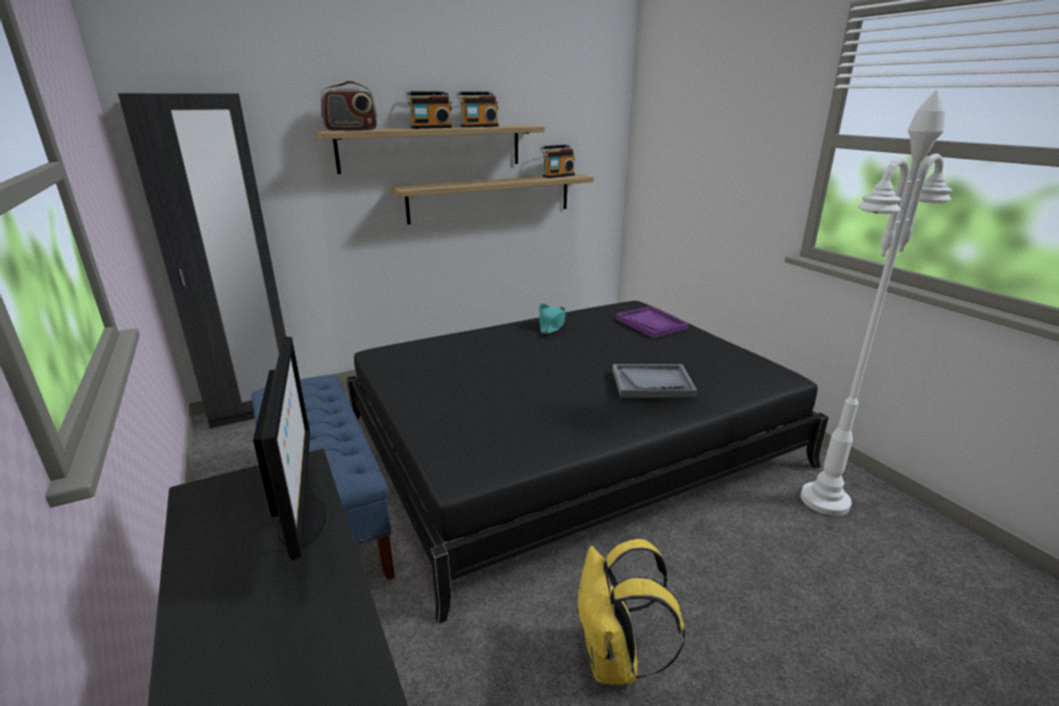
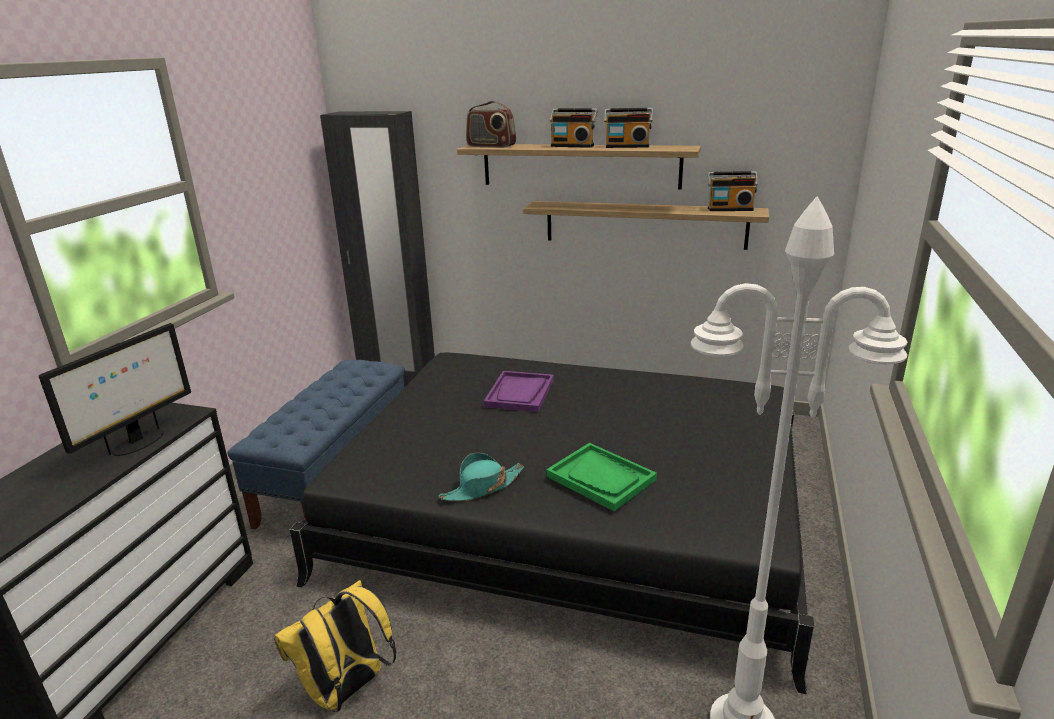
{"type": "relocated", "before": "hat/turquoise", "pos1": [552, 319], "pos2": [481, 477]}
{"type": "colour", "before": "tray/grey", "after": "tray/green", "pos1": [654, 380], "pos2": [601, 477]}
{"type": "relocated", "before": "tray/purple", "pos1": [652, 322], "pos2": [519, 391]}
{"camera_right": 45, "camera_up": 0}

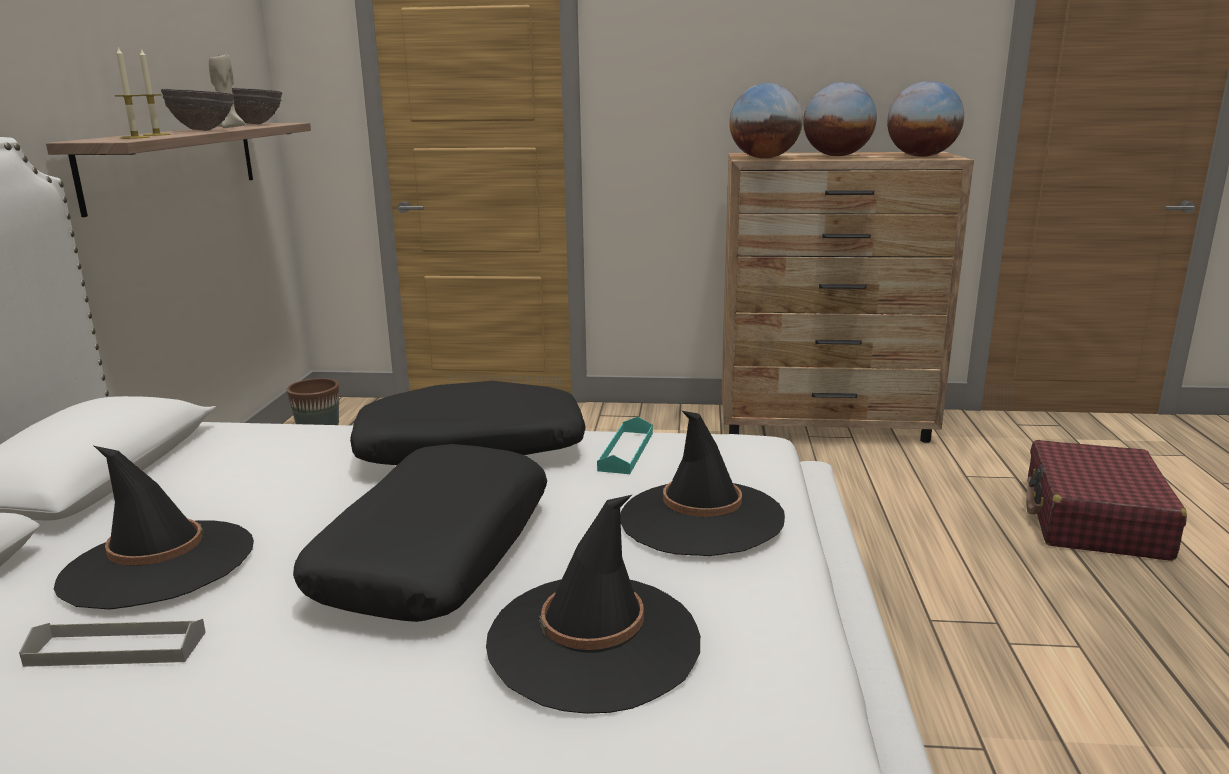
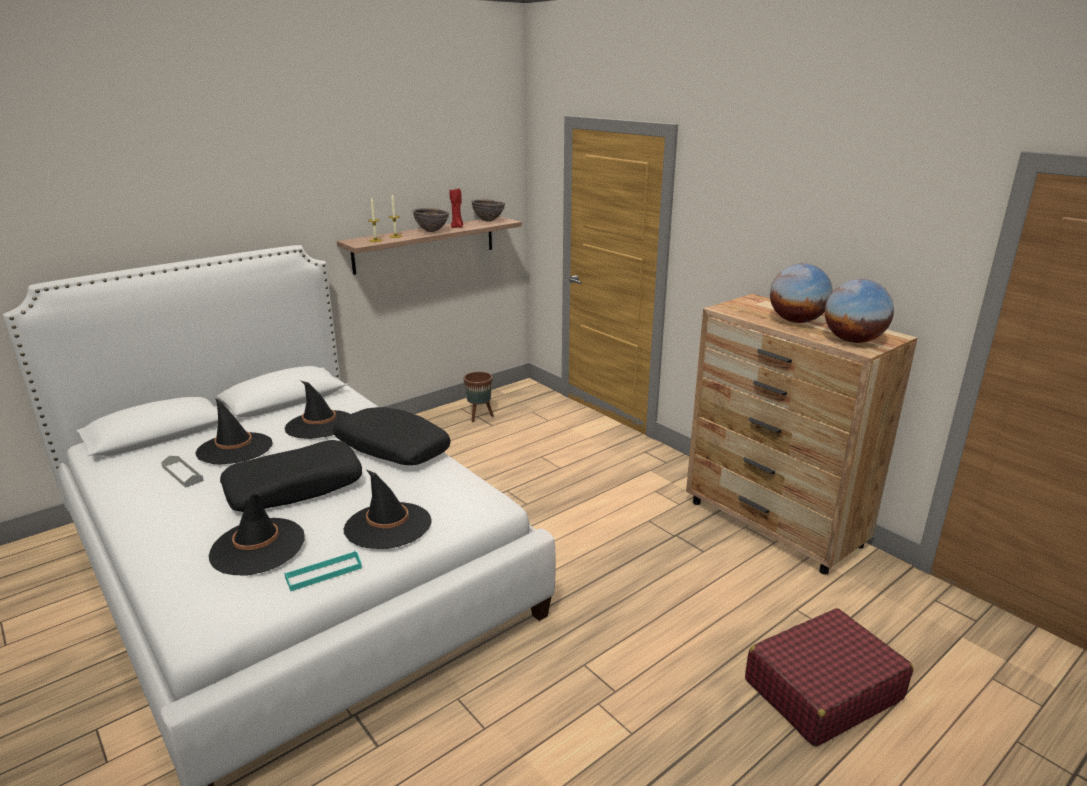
{"type": "colour", "before": "candle/beige", "after": "candle/red", "pos1": [227, 91], "pos2": [456, 208]}
{"type": "relocated", "before": "tray/turquoise", "pos1": [625, 445], "pos2": [323, 571]}
{"type": "missing", "before": "globe", "pos1": [766, 121]}
{"type": "appeared", "after": "hat/black", "pos2": [317, 410]}
{"camera_right": 45, "camera_up": 5}

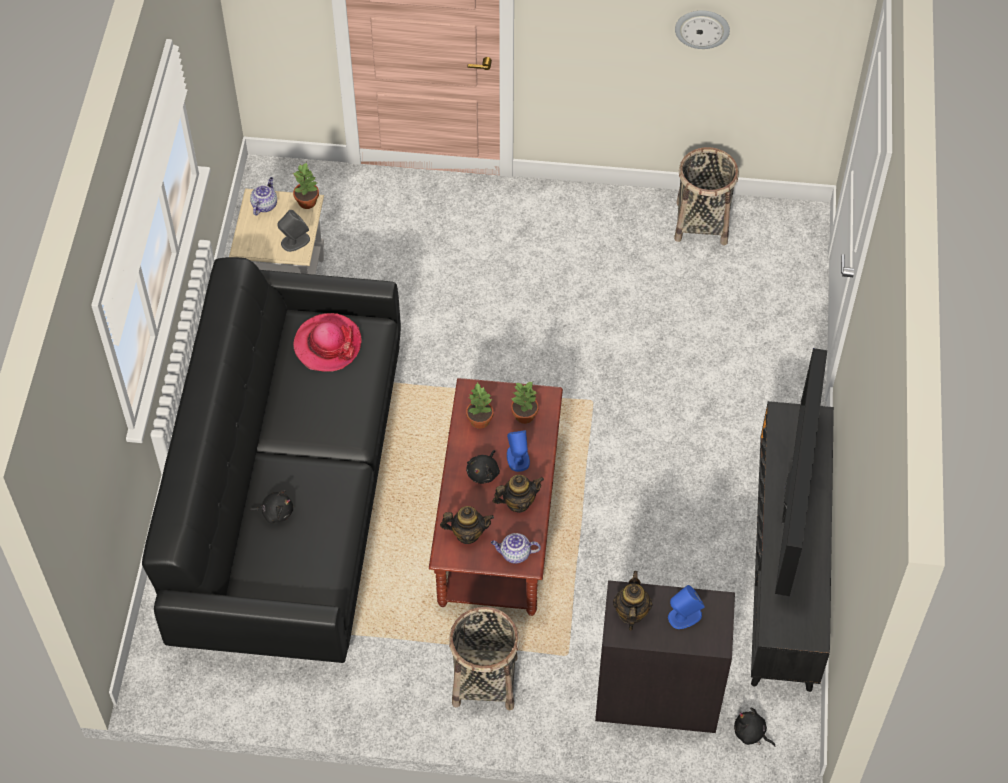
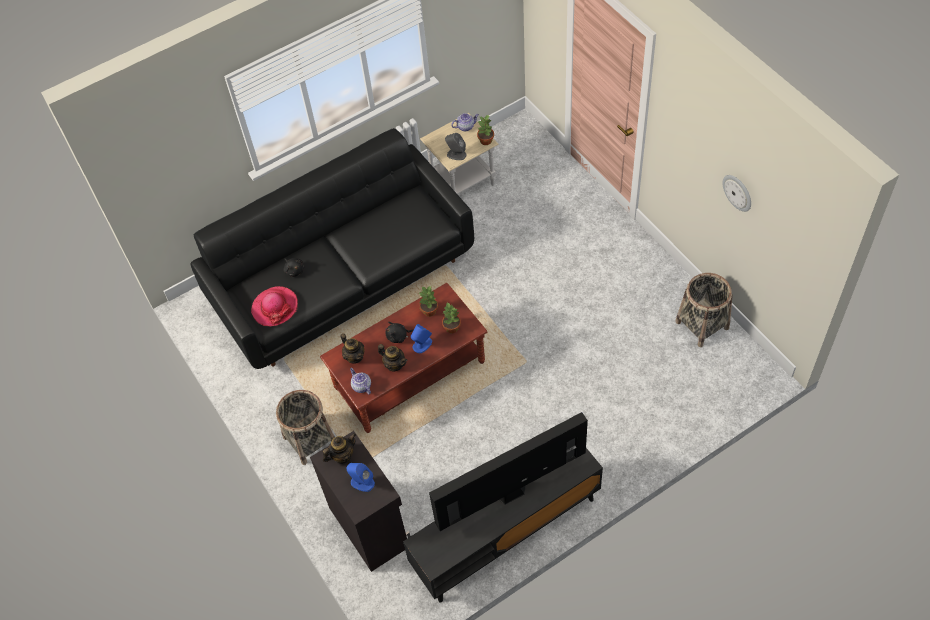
{"type": "relocated", "before": "hat", "pos1": [327, 342], "pos2": [274, 306]}
{"type": "missing", "before": "plush toy/black", "pos1": [754, 727]}
{"camera_right": 55, "camera_up": 0}

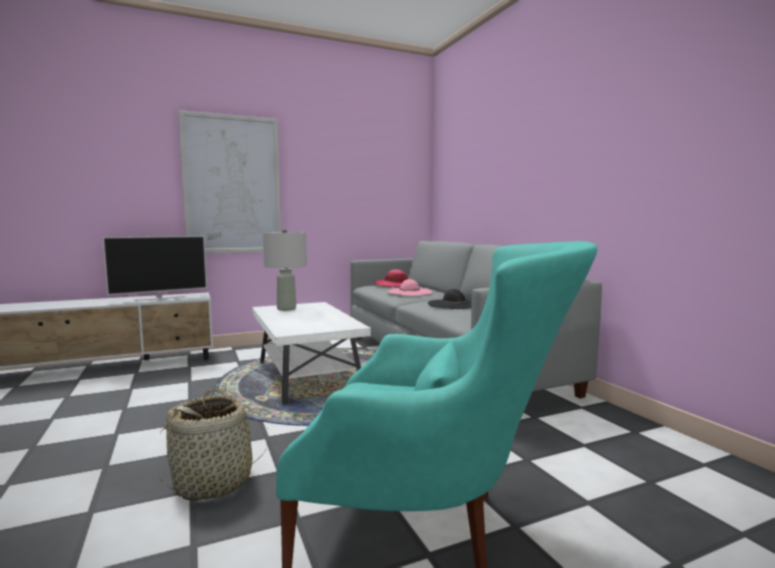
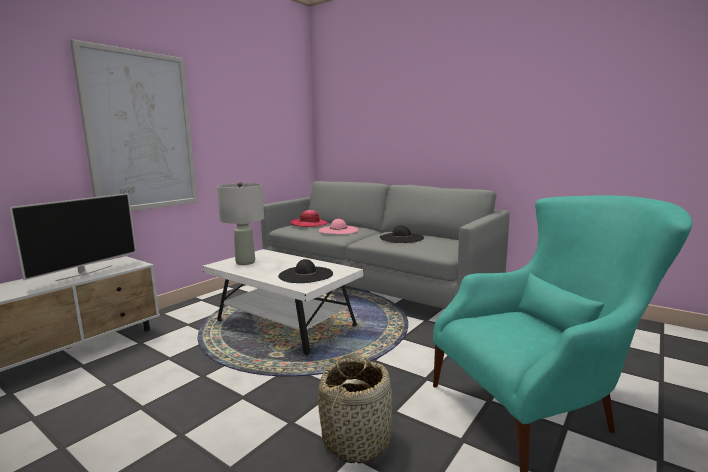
{"type": "appeared", "after": "hat/black", "pos2": [305, 271]}
{"camera_right": -30, "camera_up": 5}

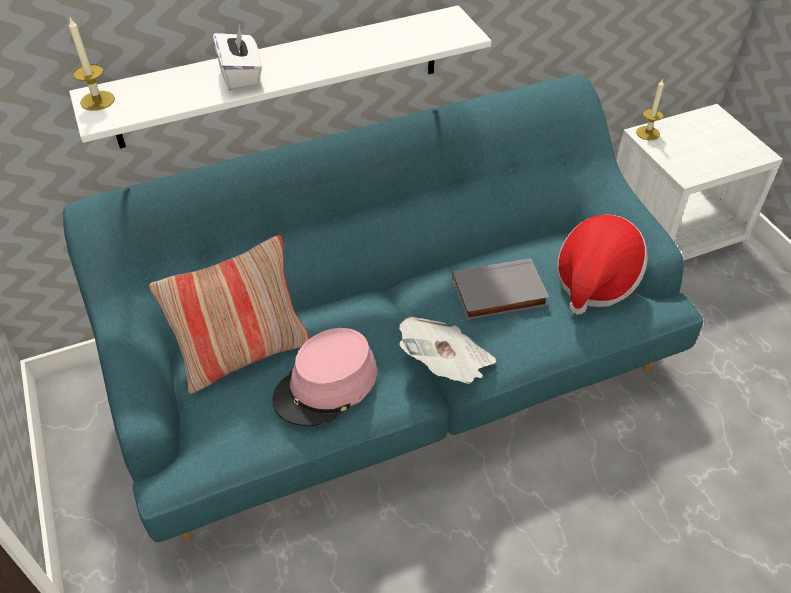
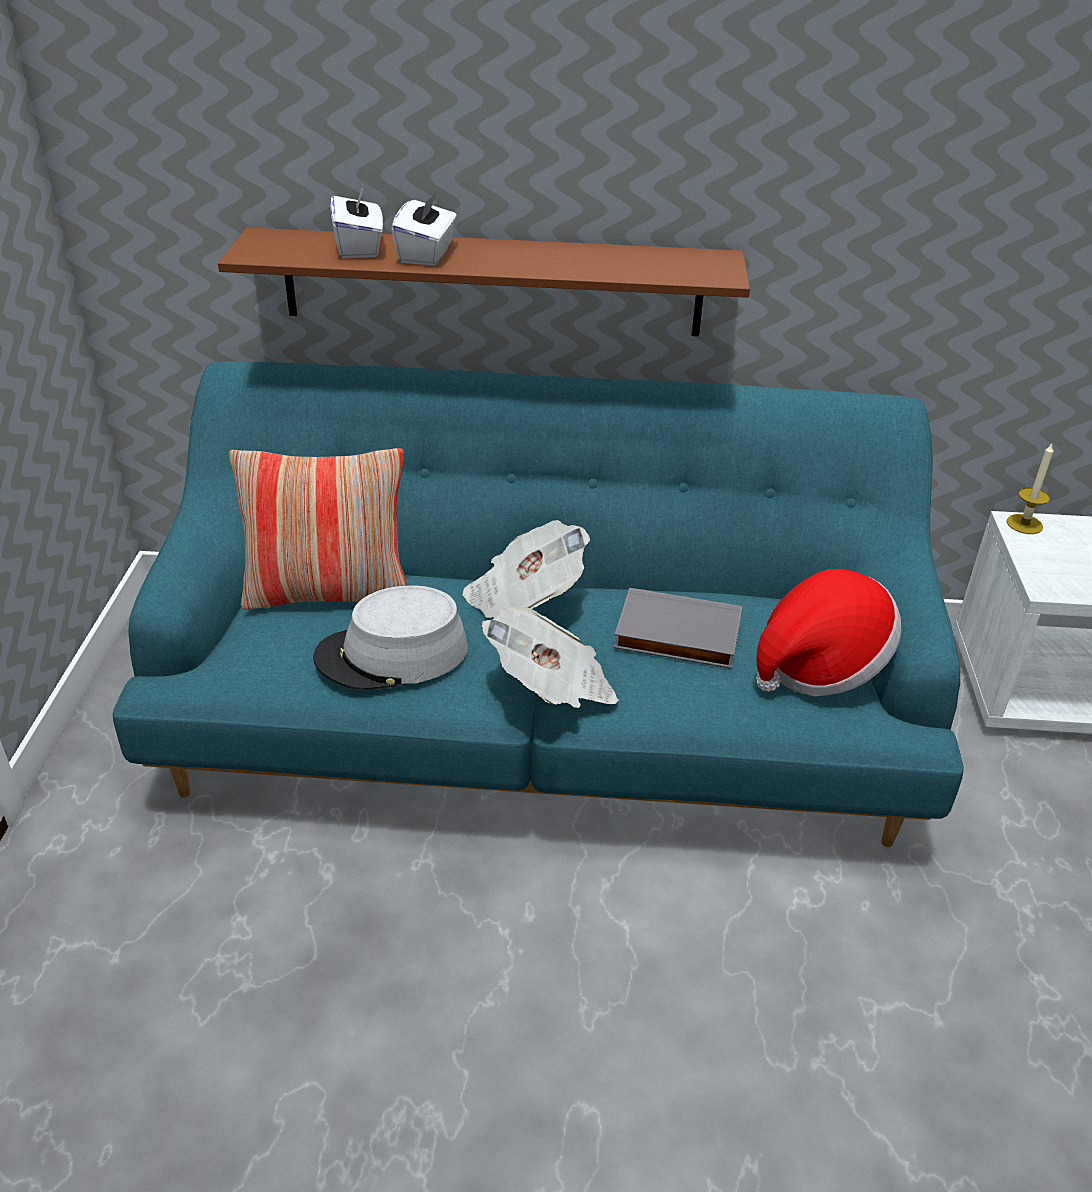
{"type": "colour", "before": "shelf/white", "after": "shelf/brown", "pos1": [280, 77], "pos2": [484, 281]}
{"type": "missing", "before": "candle", "pos1": [92, 64]}
{"type": "colour", "before": "hat/pink", "after": "hat/grey", "pos1": [324, 377], "pos2": [390, 637]}
{"type": "appeared", "after": "tissue box/white", "pos2": [356, 221]}
{"type": "appeared", "after": "newspaper", "pos2": [526, 569]}
{"camera_right": 25, "camera_up": -10}

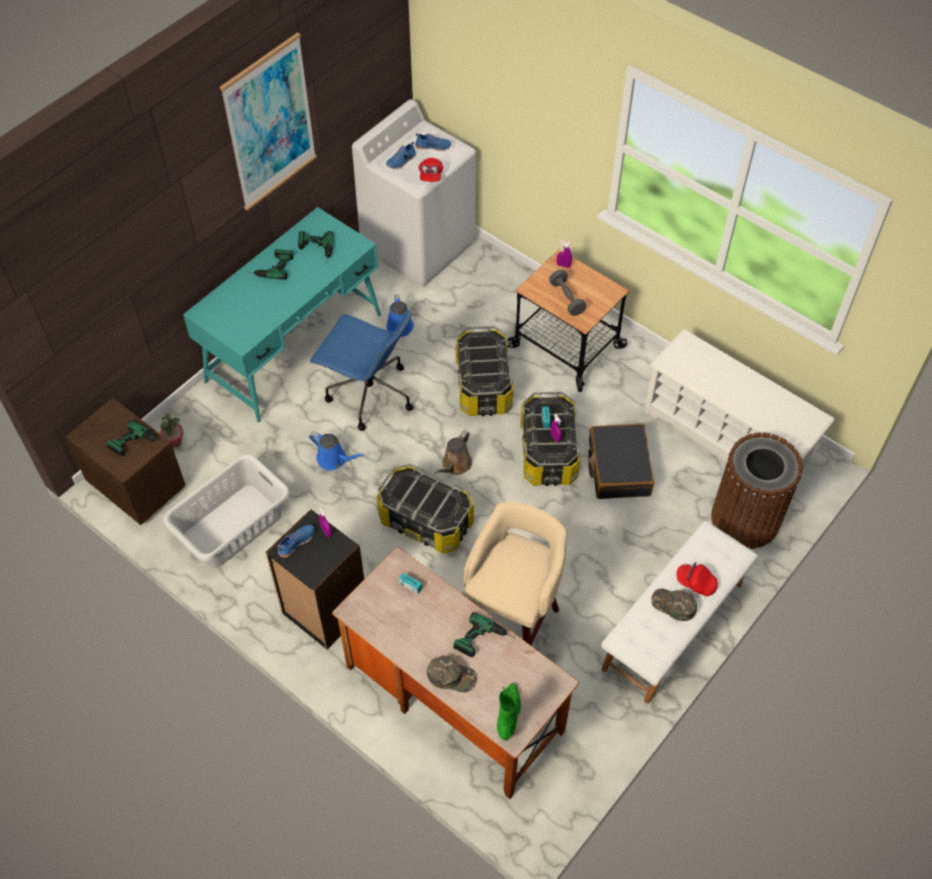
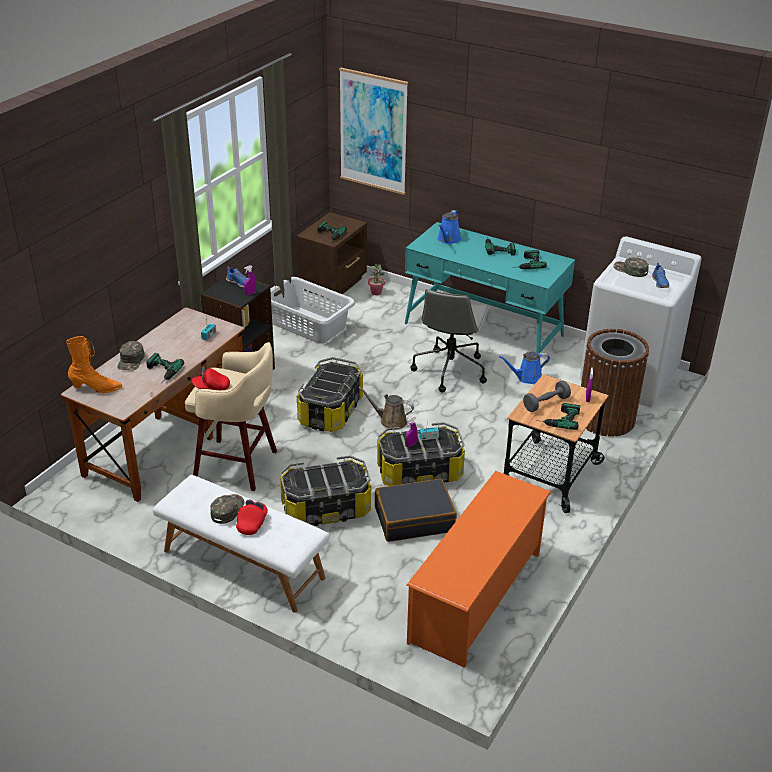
{"type": "relocated", "before": "picture", "pos1": [268, 121], "pos2": [373, 131]}
{"type": "relocated", "before": "watering can/blue", "pos1": [336, 451], "pos2": [449, 227]}
{"type": "colour", "before": "office chair/blue", "after": "office chair/grey", "pos1": [361, 370], "pos2": [449, 341]}
{"type": "exchanged", "before": "shoe/blue", "after": "cap/green", "pos1": [401, 155], "pos2": [631, 267]}
{"type": "relocated", "before": "cap/red", "pos1": [431, 170], "pos2": [211, 378]}
{"type": "relocated", "before": "storage box", "pos1": [484, 371], "pos2": [325, 490]}
{"type": "colour", "before": "boot/green", "after": "boot/orange", "pos1": [509, 712], "pos2": [94, 364]}
{"type": "colour", "before": "shoe rack/white", "after": "shoe rack/orange", "pos1": [739, 399], "pos2": [478, 569]}
{"type": "relocated", "before": "trash can/brown", "pos1": [757, 491], "pos2": [615, 383]}
{"type": "appeared", "after": "power drill", "pos2": [558, 416]}
{"camera_right": 80, "camera_up": -20}

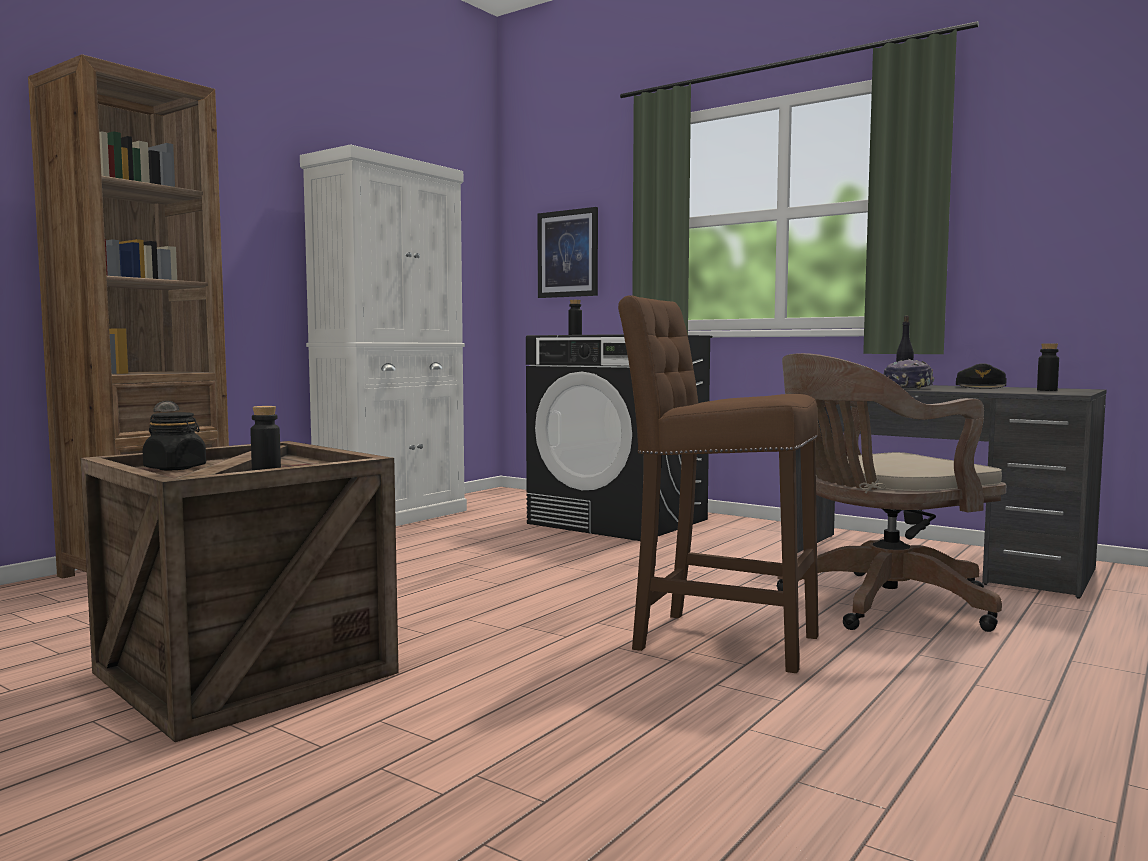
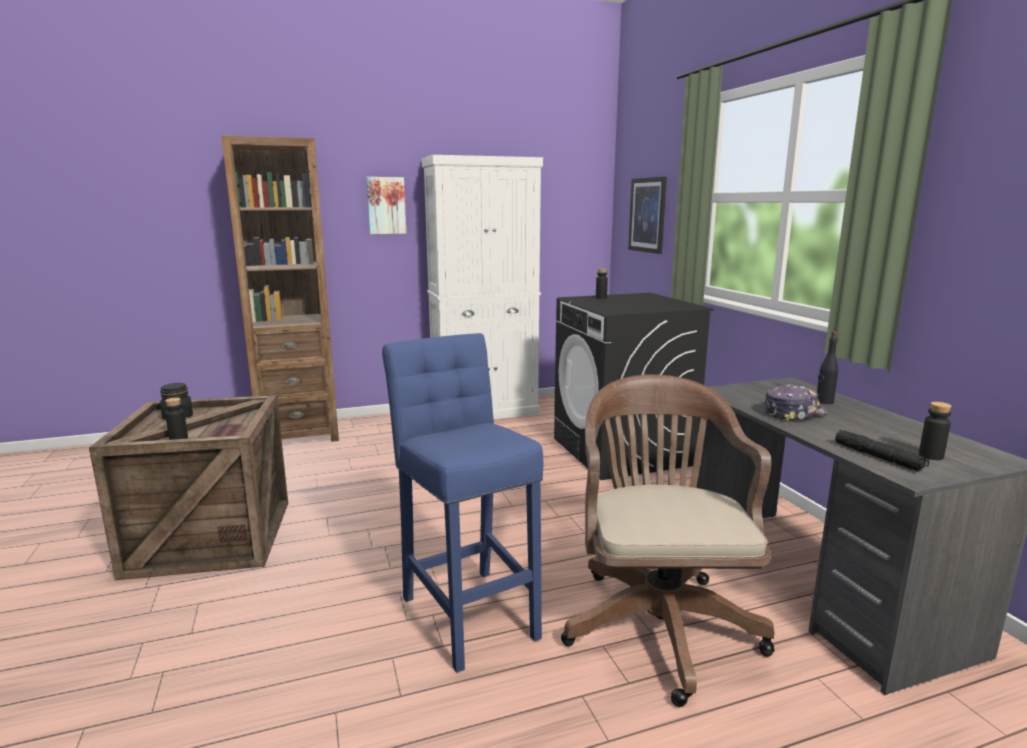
{"type": "colour", "before": "stool/brown", "after": "stool/blue", "pos1": [718, 484], "pos2": [462, 503]}
{"type": "spun", "before": "office chair/brown", "pos1": [891, 492], "pos2": [667, 540], "turn": 75}
{"type": "missing", "before": "cap/black", "pos1": [981, 376]}
{"type": "appeared", "after": "picture", "pos2": [386, 205]}
{"type": "appeared", "after": "flashlight/black", "pos2": [882, 451]}
{"camera_right": 35, "camera_up": 10}

